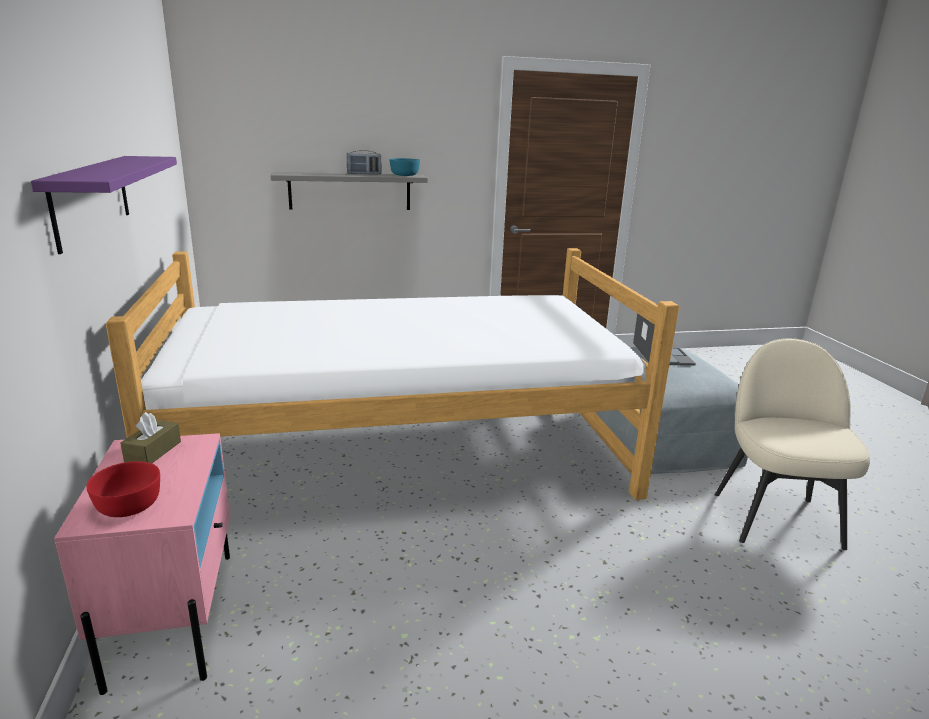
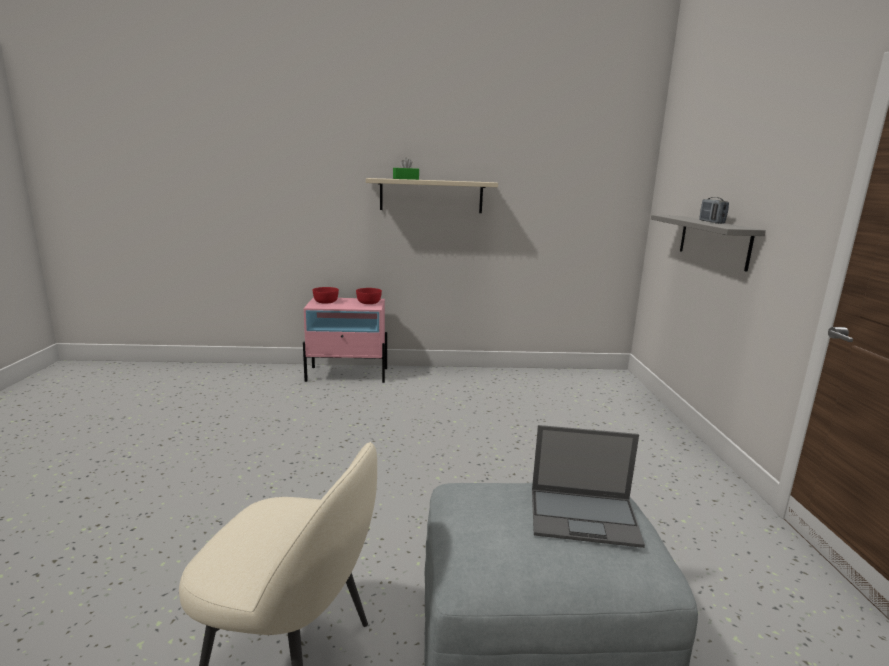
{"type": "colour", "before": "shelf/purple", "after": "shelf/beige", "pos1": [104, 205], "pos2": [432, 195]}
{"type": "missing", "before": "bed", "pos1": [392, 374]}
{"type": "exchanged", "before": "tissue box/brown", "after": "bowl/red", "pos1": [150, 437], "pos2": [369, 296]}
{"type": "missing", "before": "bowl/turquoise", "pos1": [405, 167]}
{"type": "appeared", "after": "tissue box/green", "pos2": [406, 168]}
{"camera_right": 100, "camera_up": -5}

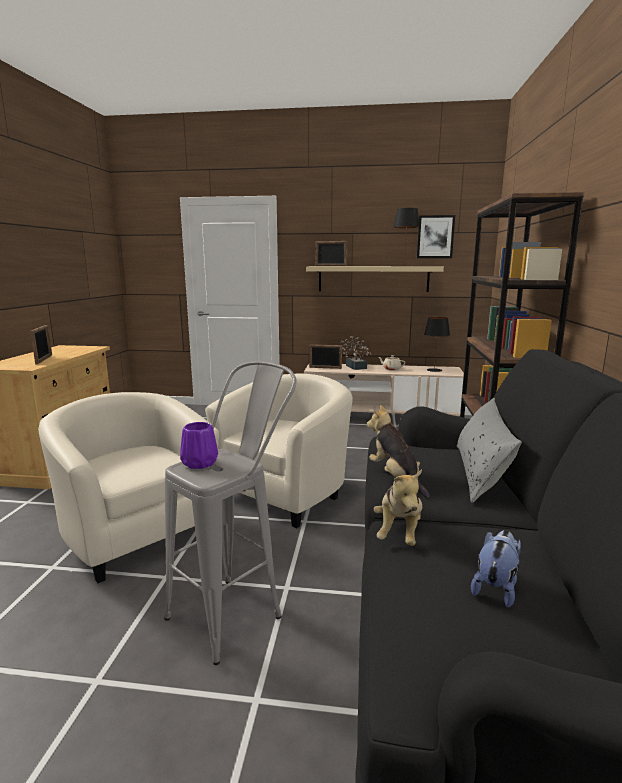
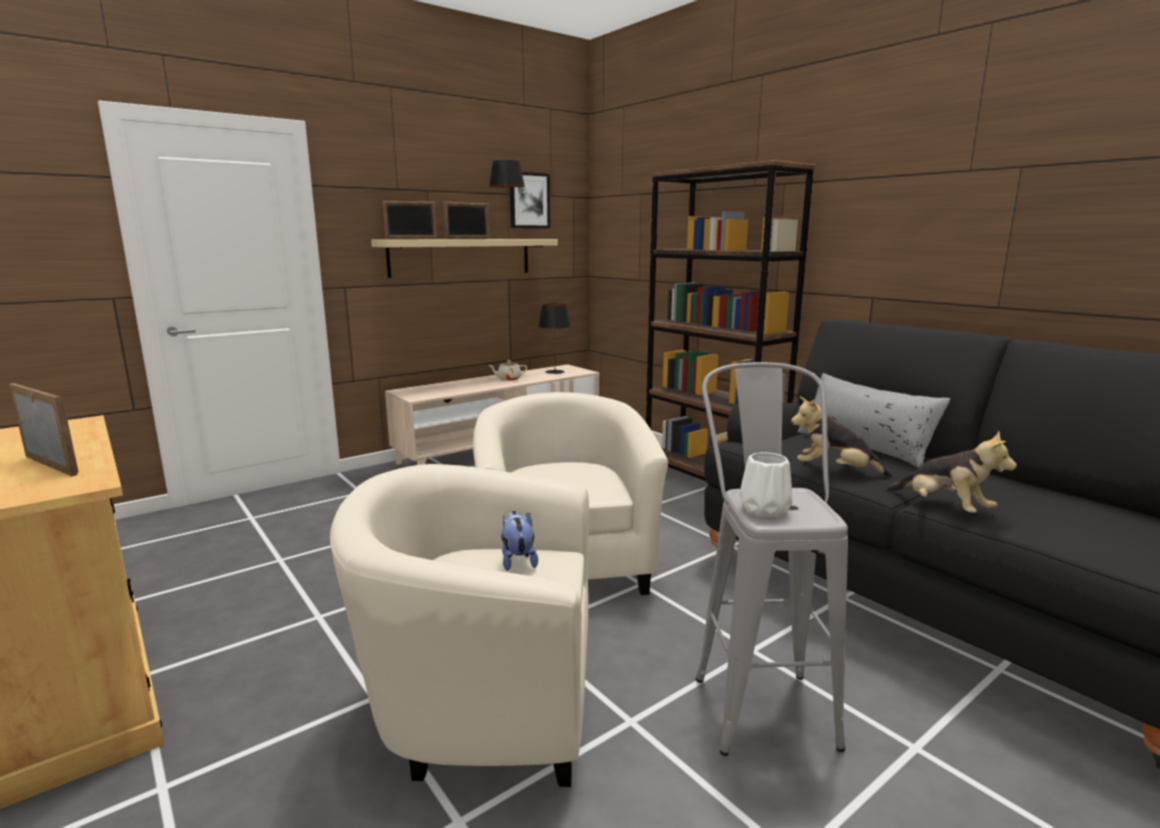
{"type": "colour", "before": "vase/purple", "after": "vase/white", "pos1": [199, 445], "pos2": [766, 484]}
{"type": "relocated", "before": "picture frame", "pos1": [325, 356], "pos2": [466, 220]}
{"type": "missing", "before": "potted plant", "pos1": [356, 353]}
{"type": "relocated", "before": "plush toy", "pos1": [496, 569], "pos2": [519, 541]}
{"camera_right": -45, "camera_up": 0}

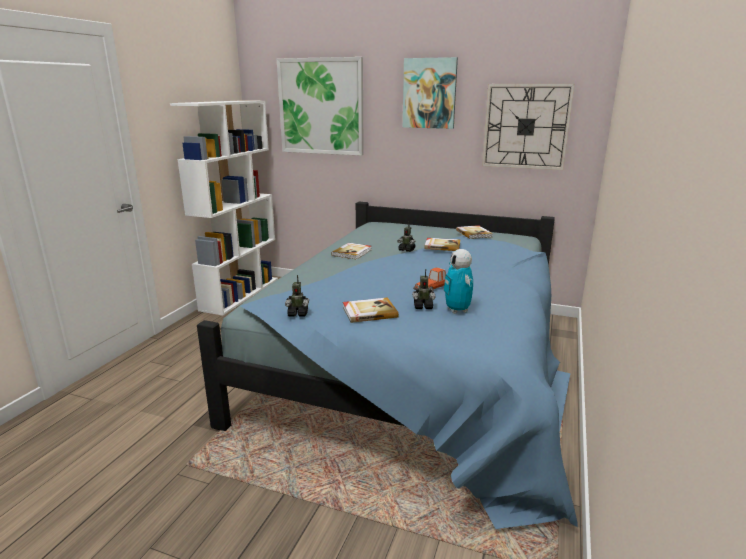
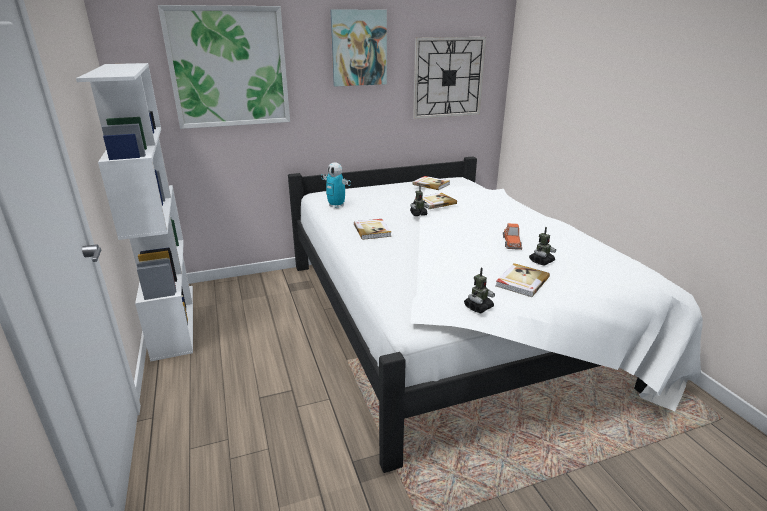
{"type": "colour", "before": "bed/blue", "after": "bed/white", "pos1": [387, 365], "pos2": [495, 314]}
{"type": "relocated", "before": "toy robot", "pos1": [458, 281], "pos2": [336, 185]}
{"camera_right": -40, "camera_up": 5}

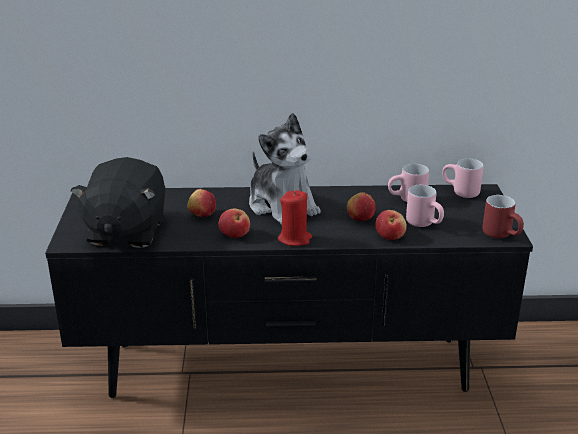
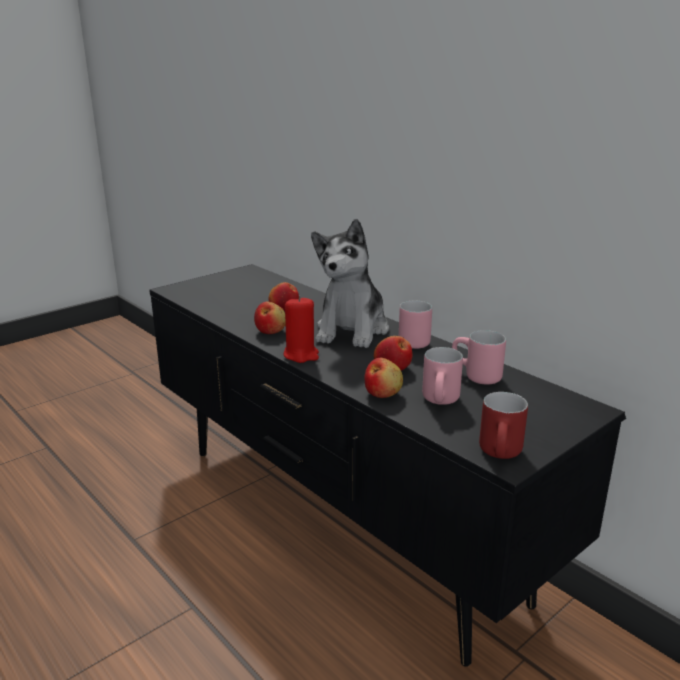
{"type": "missing", "before": "plush toy/black", "pos1": [118, 202]}
{"type": "relocated", "before": "mug/pink", "pos1": [462, 178], "pos2": [415, 325]}
{"camera_right": 50, "camera_up": -5}

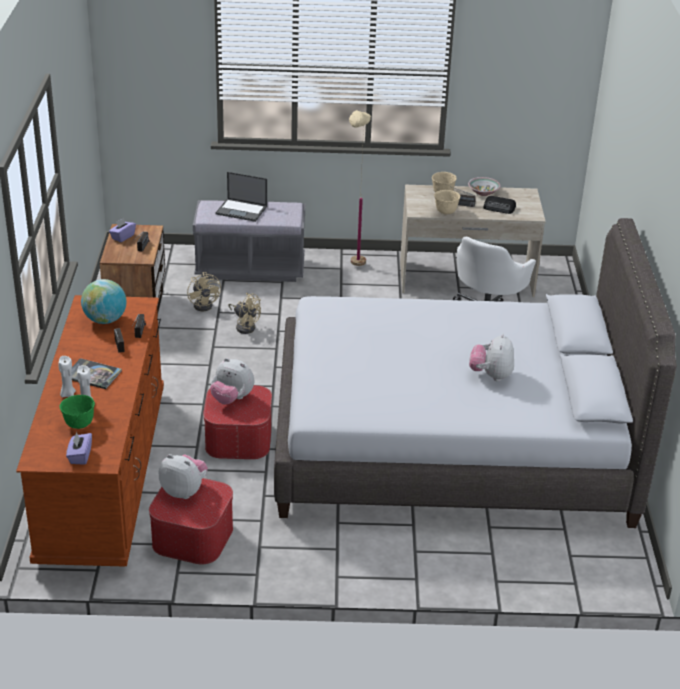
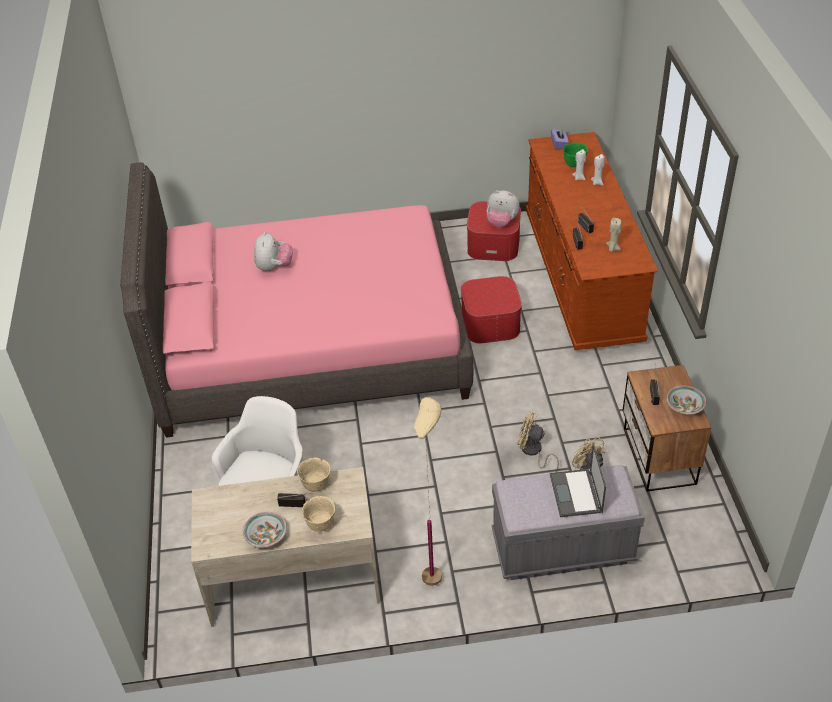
{"type": "missing", "before": "book", "pos1": [96, 373]}
{"type": "exchanged", "before": "globe", "after": "candle/beige", "pos1": [104, 301], "pos2": [613, 235]}
{"type": "exchanged", "before": "tissue box/purple", "after": "bowl", "pos1": [122, 230], "pos2": [686, 400]}
{"type": "missing", "before": "plush toy", "pos1": [232, 381]}
{"type": "spun", "before": "laptop", "pos1": [241, 197], "pos2": [578, 480], "turn": -105}
{"type": "colour", "before": "bed/grey", "after": "bed/pink", "pos1": [475, 373], "pos2": [296, 300]}
{"type": "missing", "before": "radio", "pos1": [499, 205]}
{"camera_right": 175, "camera_up": 10}

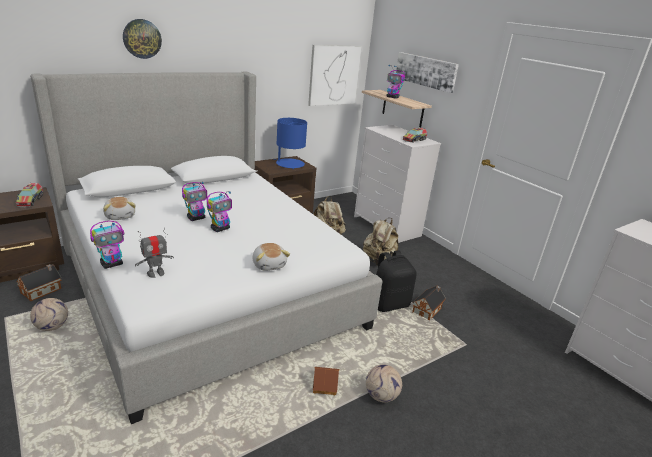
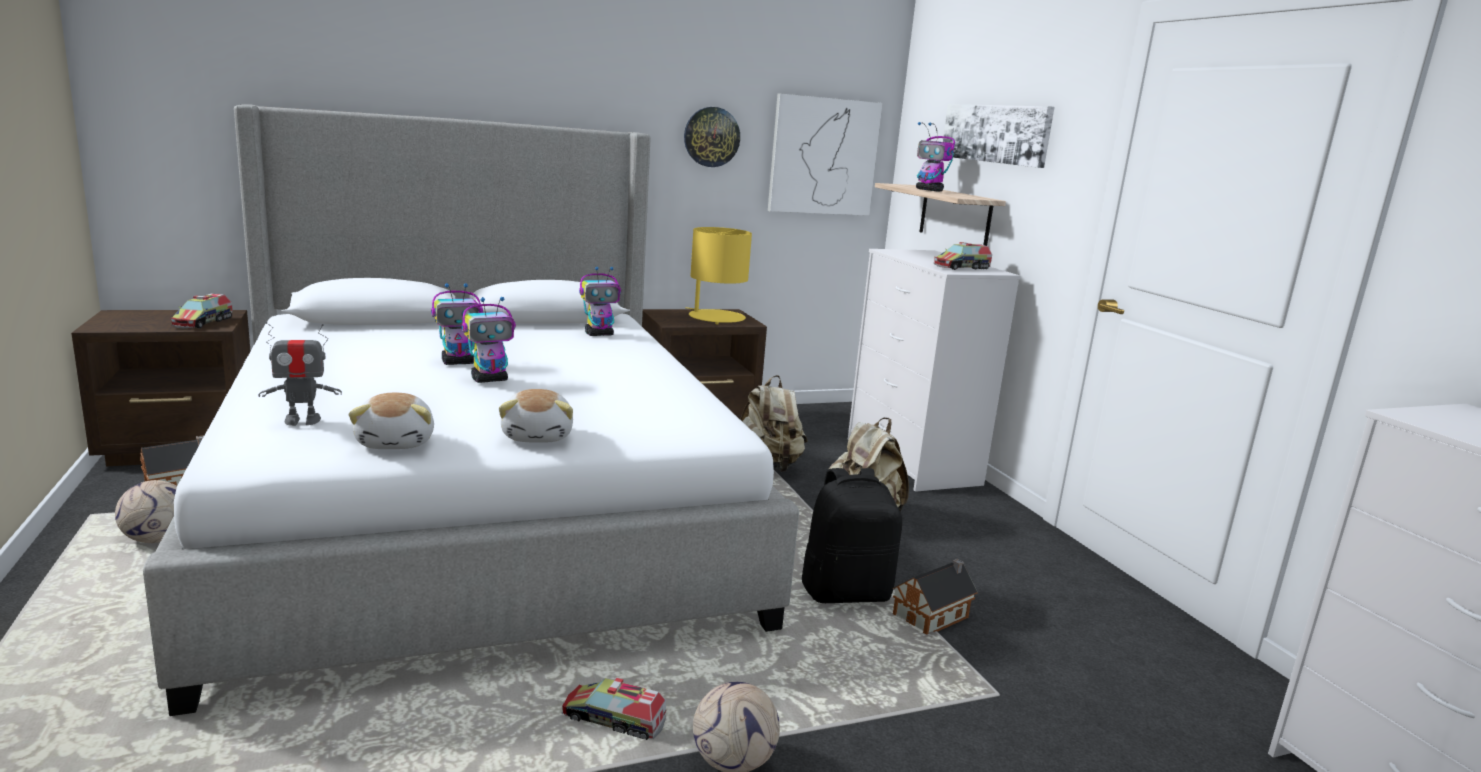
{"type": "relocated", "before": "toy robot", "pos1": [107, 245], "pos2": [600, 301]}
{"type": "relocated", "before": "plush toy", "pos1": [119, 208], "pos2": [391, 421]}
{"type": "relocated", "before": "wall clock", "pos1": [142, 39], "pos2": [712, 137]}
{"type": "colour", "before": "table lamp/blue", "after": "table lamp/yellow", "pos1": [290, 143], "pos2": [719, 275]}
{"type": "exchanged", "before": "toy house", "after": "toy truck", "pos1": [326, 381], "pos2": [614, 709]}
{"camera_right": 15, "camera_up": -10}

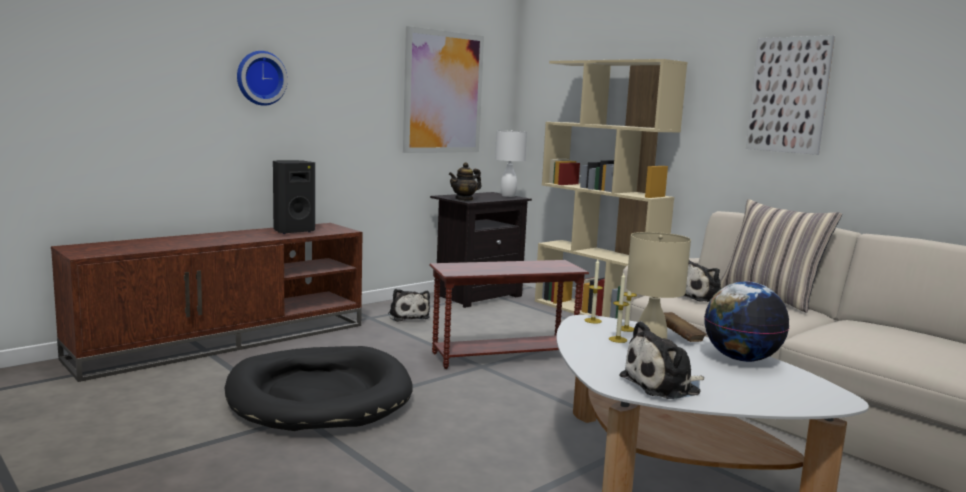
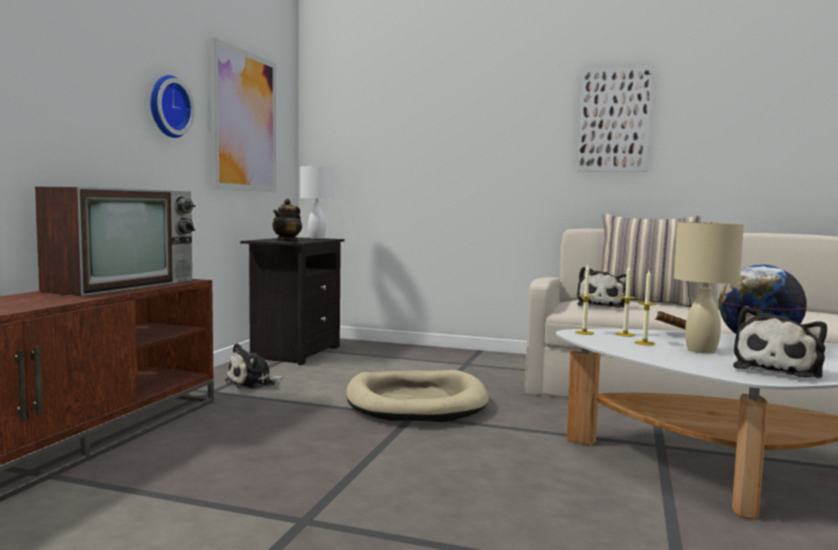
{"type": "missing", "before": "dog bed/black", "pos1": [319, 388]}
{"type": "relocated", "before": "wall clock", "pos1": [262, 78], "pos2": [172, 106]}
{"type": "exchanged", "before": "speaker/black", "after": "television", "pos1": [294, 197], "pos2": [115, 241]}
{"type": "spun", "before": "plush toy", "pos1": [409, 305], "pos2": [254, 366], "turn": 105}
{"type": "exchanged", "before": "side table/brown", "after": "dog bed/beige", "pos1": [509, 314], "pos2": [417, 396]}
{"type": "missing", "before": "bookcase/beige", "pos1": [611, 188]}
{"camera_right": -30, "camera_up": -5}

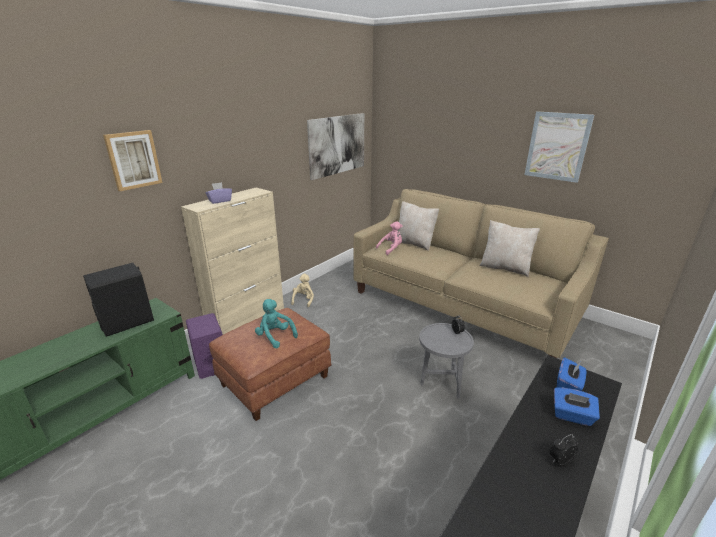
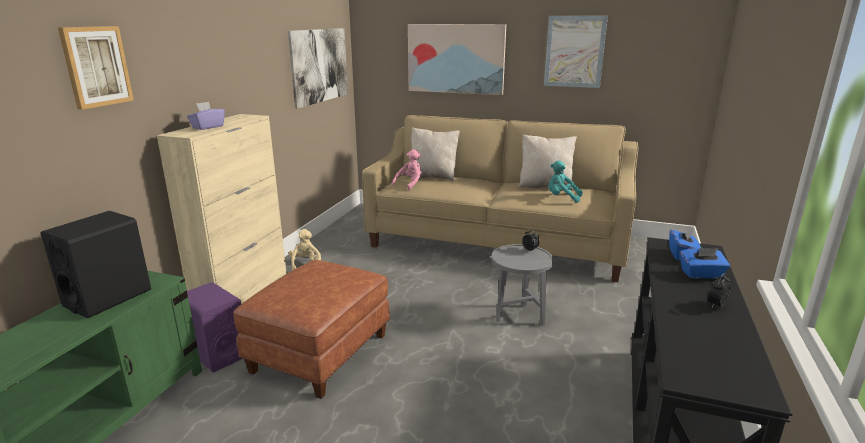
{"type": "relocated", "before": "plush toy/turquoise", "pos1": [276, 323], "pos2": [565, 182]}
{"type": "appeared", "after": "picture", "pos2": [457, 59]}
{"camera_right": -20, "camera_up": -5}

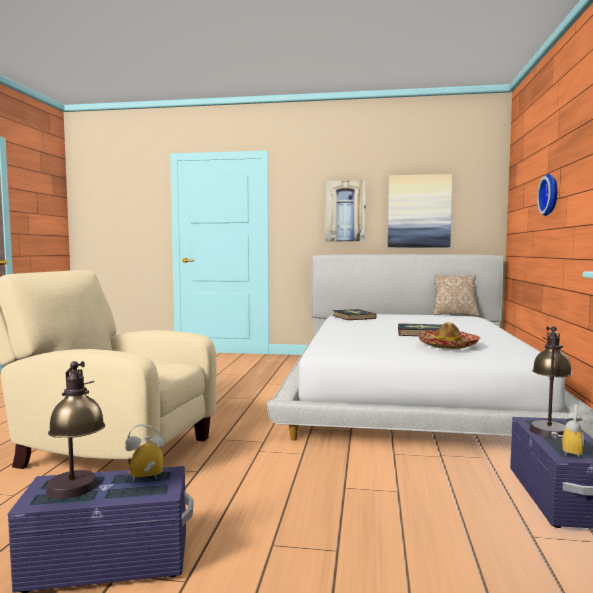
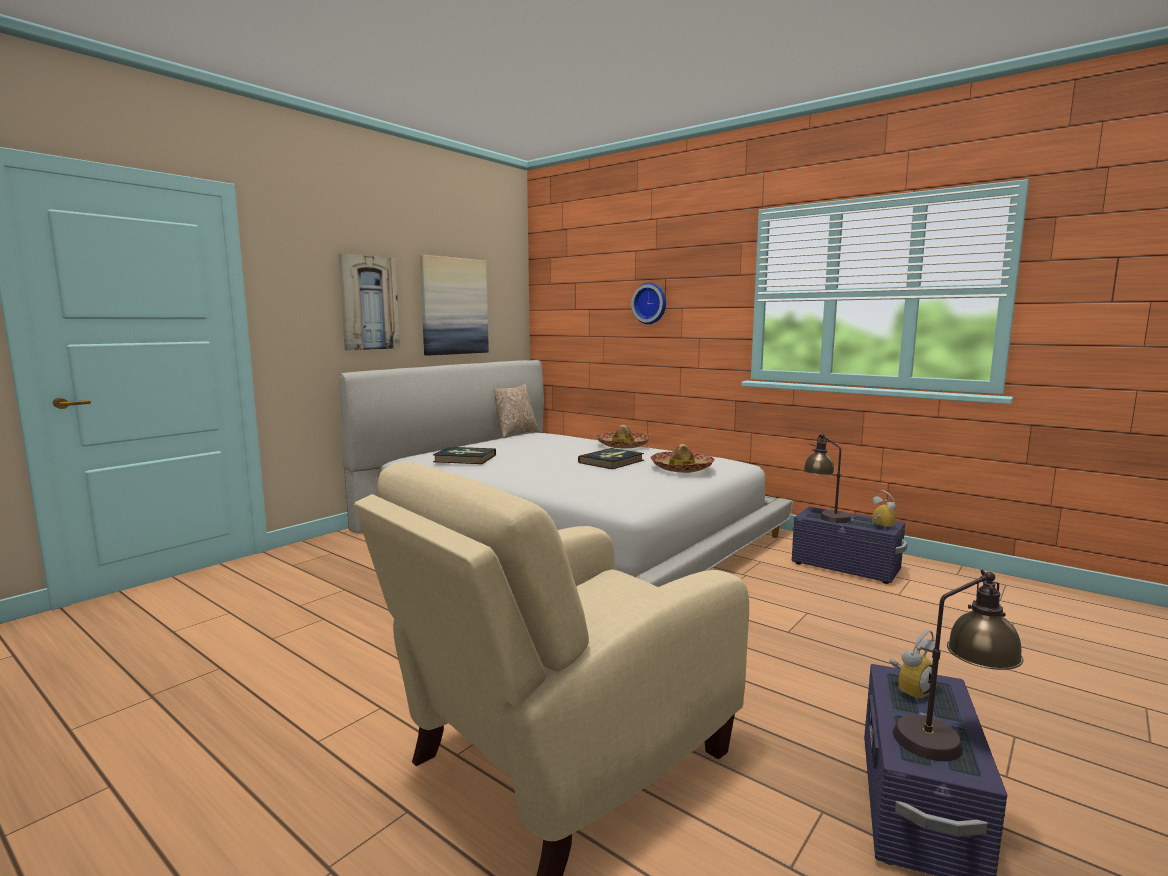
{"type": "spun", "before": "alarm clock", "pos1": [144, 453], "pos2": [912, 666], "turn": -135}
{"type": "appeared", "after": "hat", "pos2": [623, 437]}
{"camera_right": -60, "camera_up": 5}

